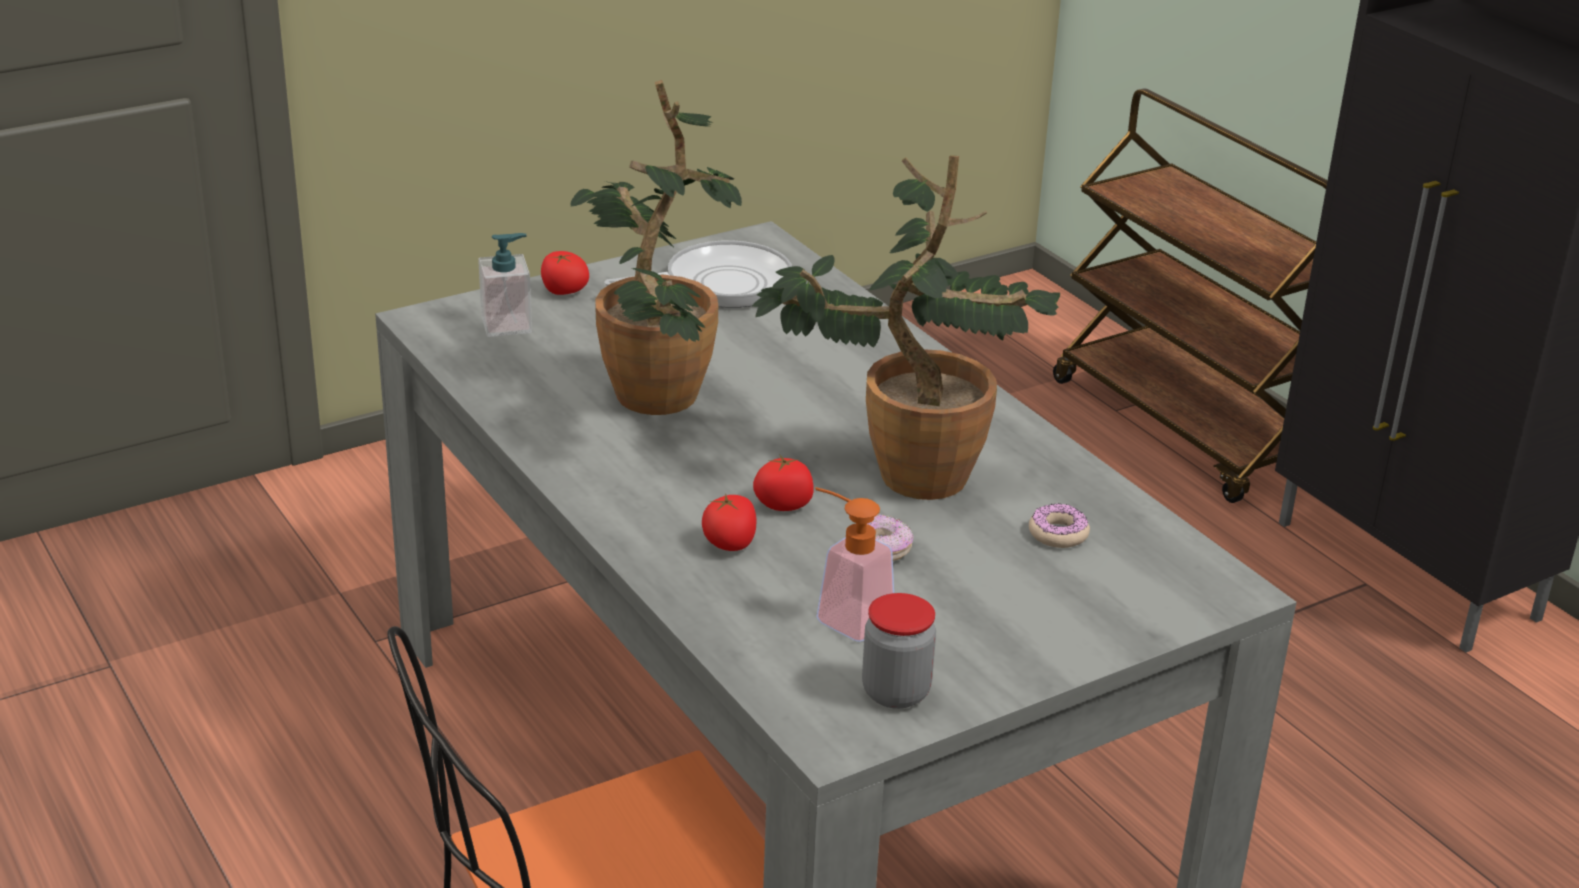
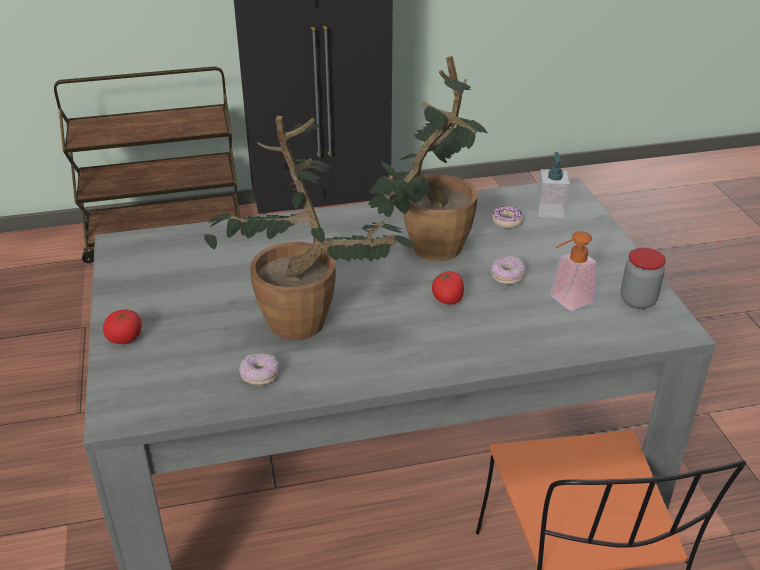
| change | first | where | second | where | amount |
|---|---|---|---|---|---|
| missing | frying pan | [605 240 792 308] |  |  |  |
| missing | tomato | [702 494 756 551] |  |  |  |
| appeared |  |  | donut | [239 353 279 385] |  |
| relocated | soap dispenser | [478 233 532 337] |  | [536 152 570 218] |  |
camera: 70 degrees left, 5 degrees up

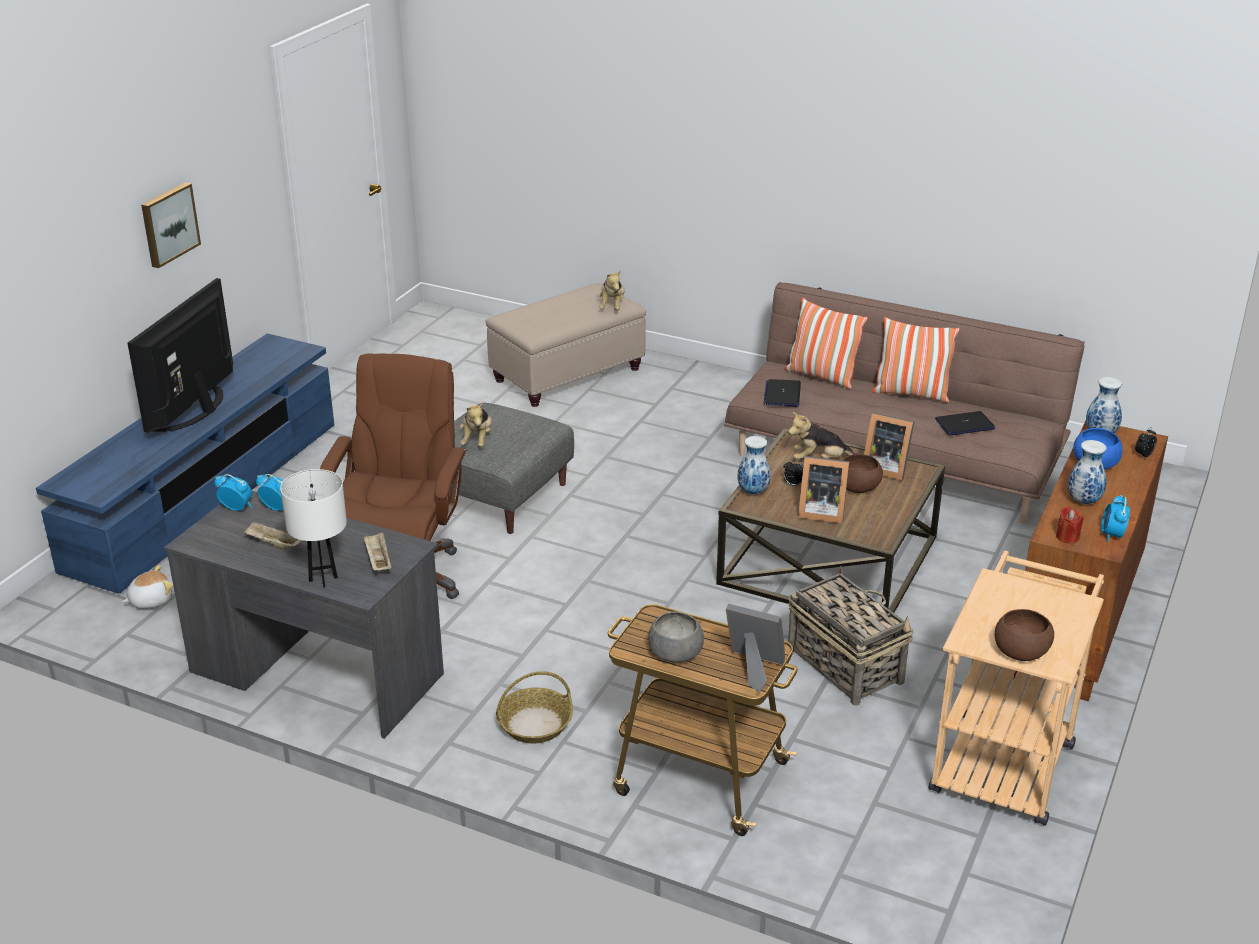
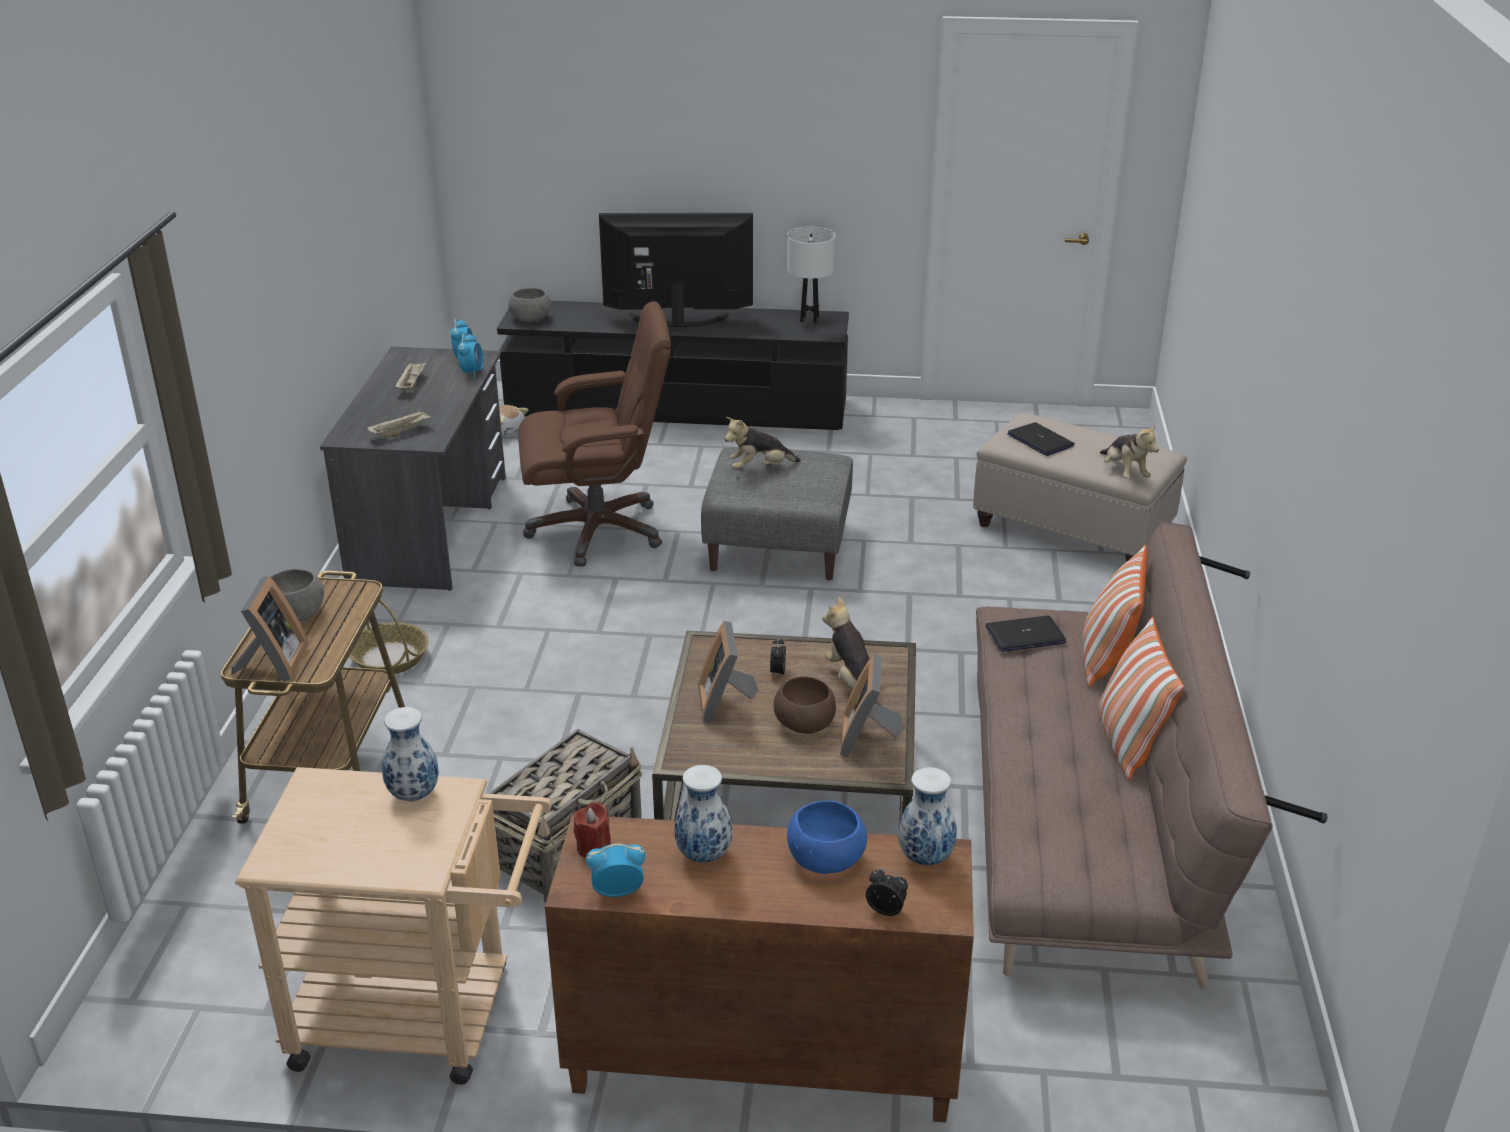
| change | first | where | second | where | amount |
|---|---|---|---|---|---|
| missing | picture | [141 182 201 268] |  |  |  |
| missing | bowl/brown | [995 609 1054 661] |  |  |  |
| appeared |  |  | bowl/grey | [508 288 551 322] |  |
| relocated | table lamp/white | [280 469 347 588] |  | [787 227 835 323] |  |
| relocated | vase | [737 436 771 494] |  | [382 707 439 801] |  |
| relocated | laptop | [935 411 995 435] |  | [1007 422 1075 456] |  |
| colour | tv stand/blue | [36 333 334 594] | tv stand/black | [497 301 849 430] |  |
| spun | plush toy | [597 270 625 310] |  | [1100 423 1159 479] | 90 degrees counterclockwise |
camera: 70 degrees right, 0 degrees up

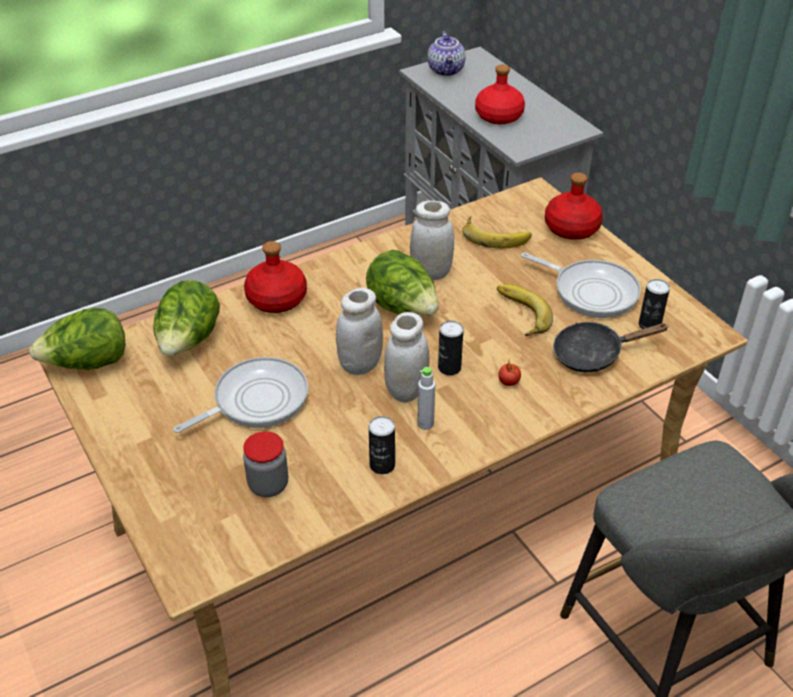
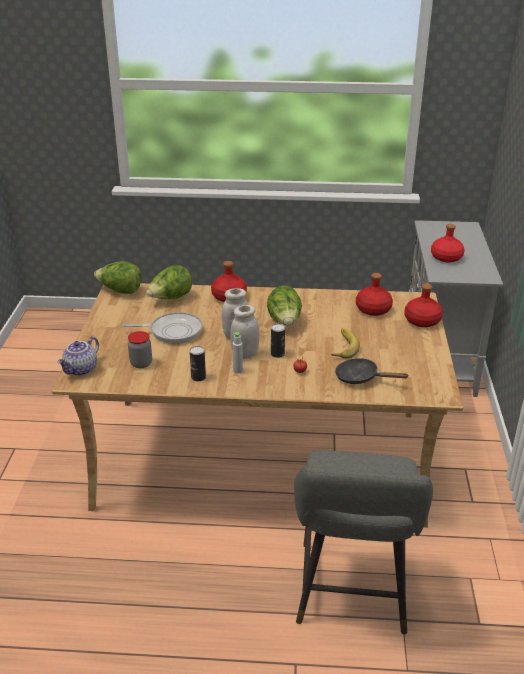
| change | first | where | second | where | amount |
|---|---|---|---|---|---|
| missing | jar/white | [410 201 454 280] |  |  |  |
| missing | frying pan | [521 252 641 318] |  |  |  |
| missing | can | [639 279 670 329] |  |  |  |
| relocated | teapot | [428 31 465 76] |  | [57 337 99 376] |  |
| exchanged | banana | [462 216 532 249] | bottle/red | [356 273 393 316] |  |
camera: 35 degrees right, 10 degrees down

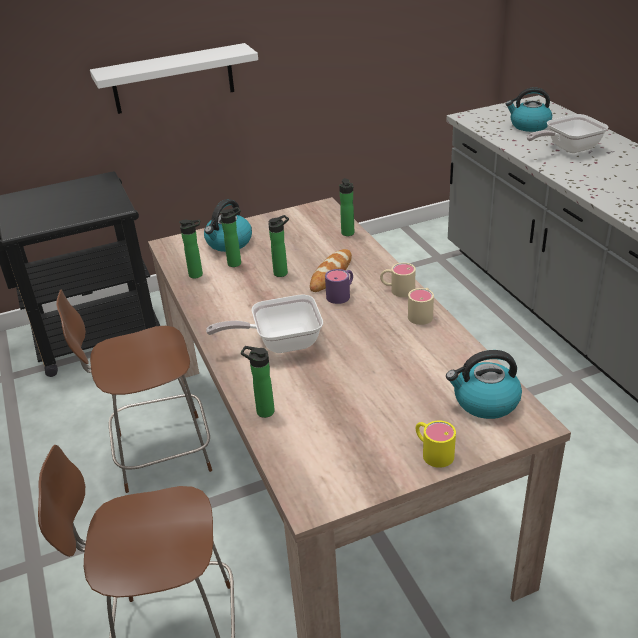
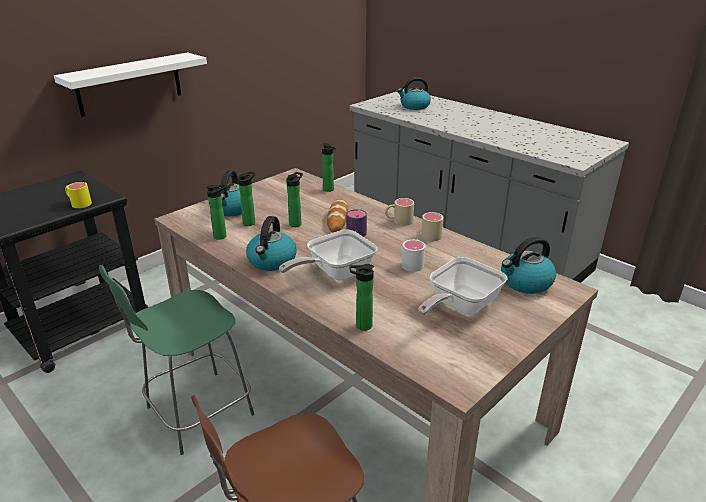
| change | first | where | second | where | amount |
|---|---|---|---|---|---|
| appeared |  |  | kettle | [246 216 297 271] |  |
| appeared |  |  | mug/white | [402 239 425 272] |  |
| relocated | mug/yellow | [416 421 456 468] |  | [65 182 92 208] |  |
| relocated | frying pan | [527 114 609 153] |  | [418 257 507 316] |  |
| colour | chair/brown | [56 289 212 493] | chair/green | [99 265 254 455] |  |
camera: 25 degrees left, 5 degrees down

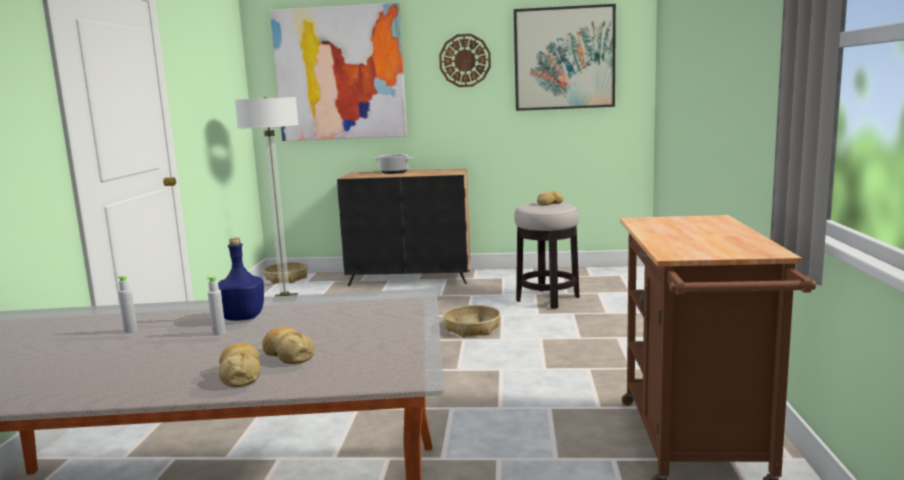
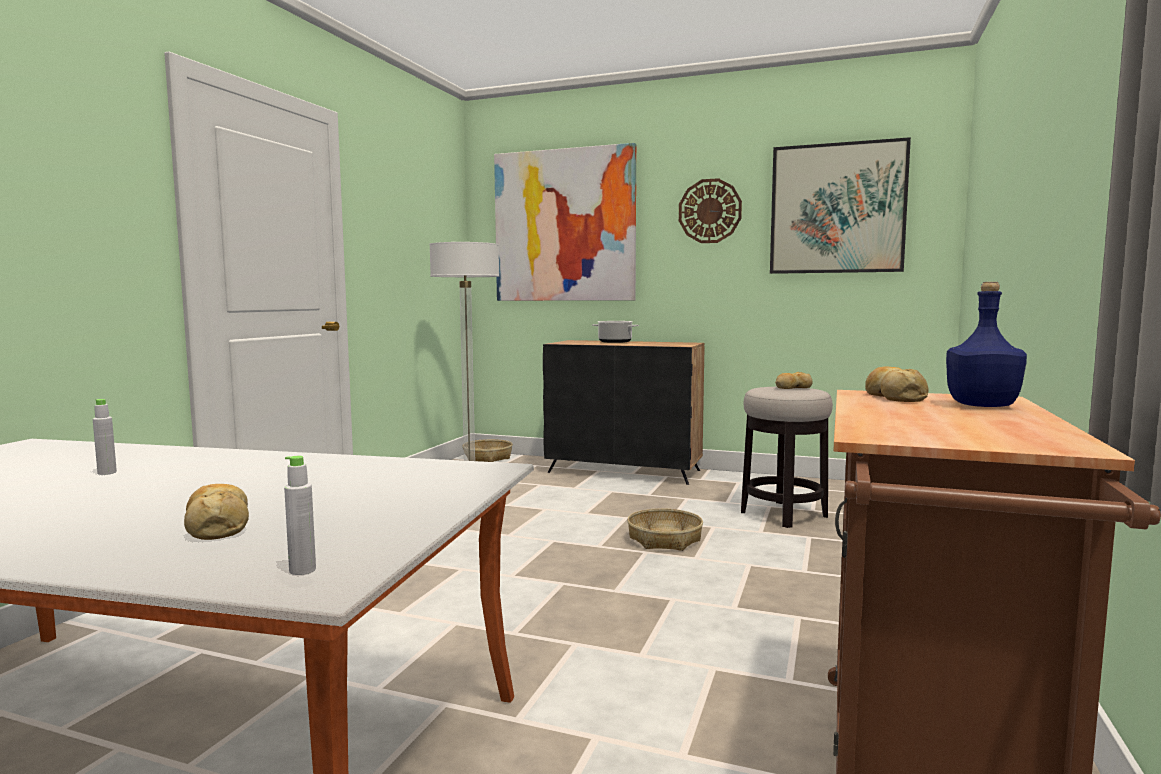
| change | first | where | second | where | amount |
|---|---|---|---|---|---|
| relocated | bottle/grey | [207 276 226 335] |  | [284 456 316 575] |  |
| relocated | bottle/blue | [218 237 264 321] |  | [946 282 1027 407] |  |
| relocated | bread | [219 344 261 387] |  | [865 366 929 402] |  |
camera: 15 degrees right, 5 degrees down

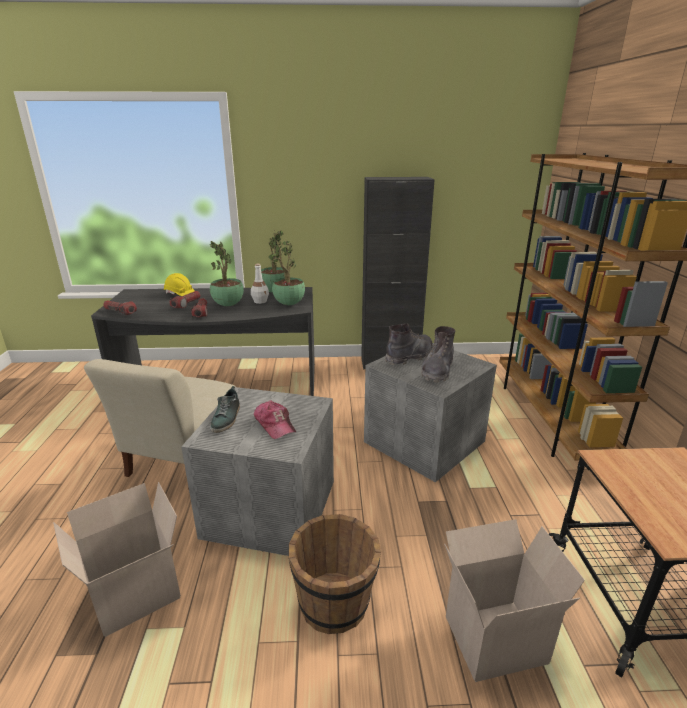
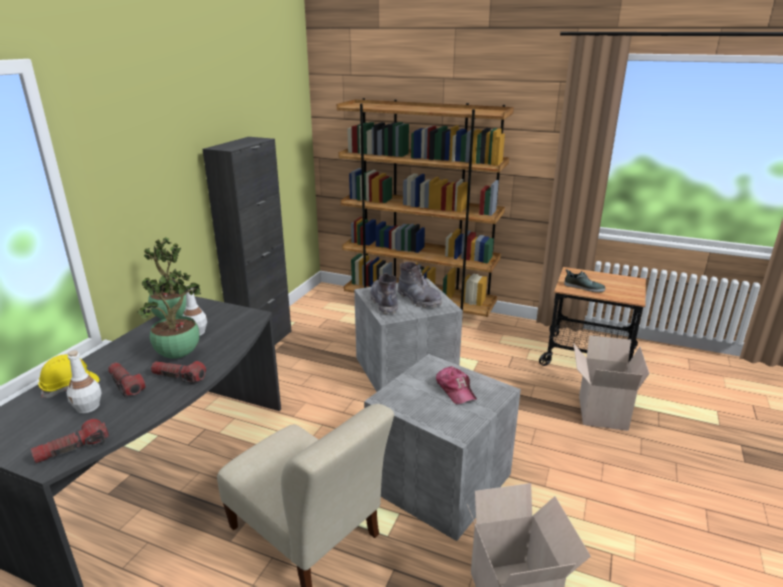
| change | first | where | second | where | amount |
|---|---|---|---|---|---|
| missing | potted plant | [269 240 305 305] |  |  |  |
| missing | bucket/brown | [289 514 381 635] |  |  |  |
| appeared |  |  | bottle/white | [67 350 102 413] |  |
| relocated | shoe | [210 386 240 433] |  | [564 269 606 292] |  |
| spun | cap | [254 400 296 439] |  | [436 366 477 404] | 75 degrees clockwise |
camera: 65 degrees left, 0 degrees up

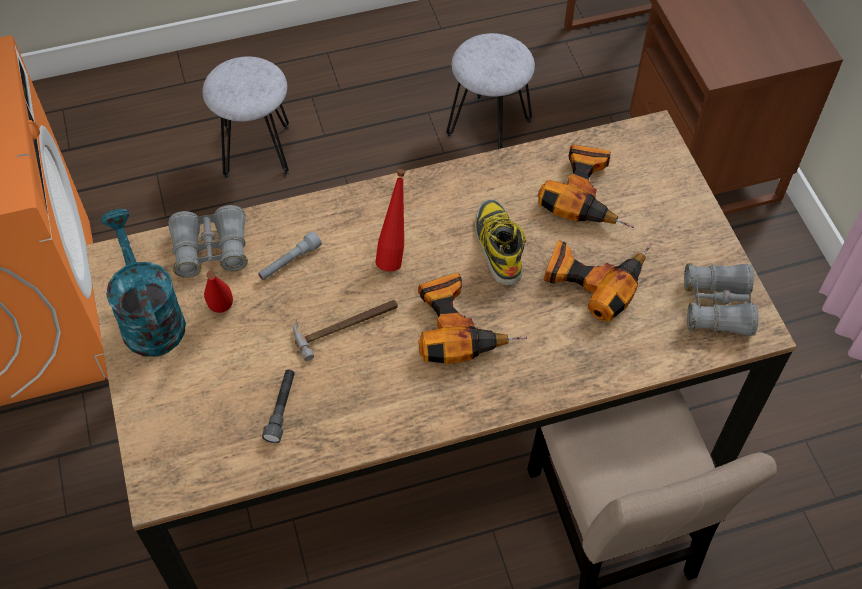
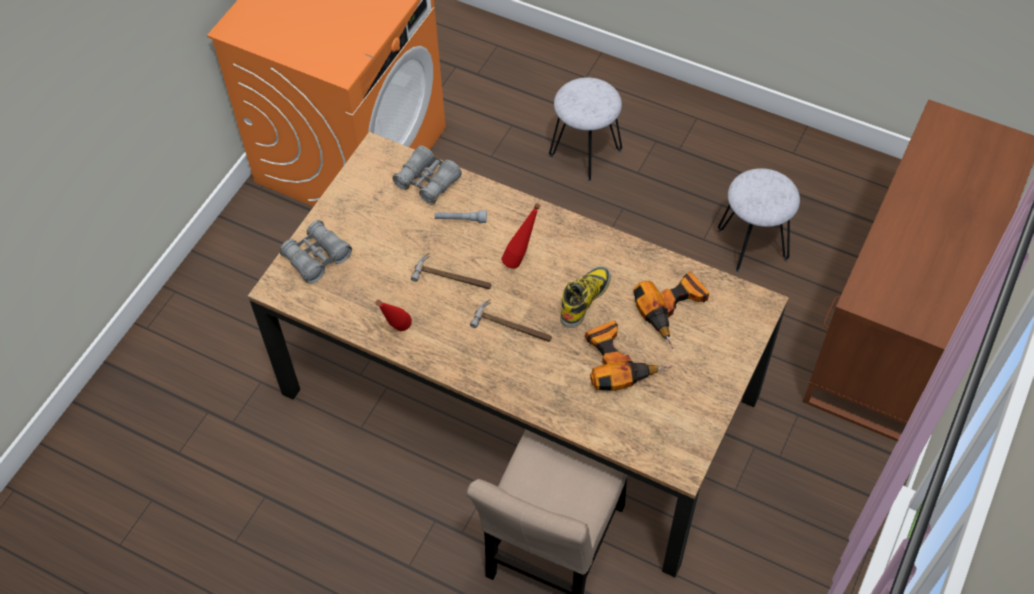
| change | first | where | second | where | amount |
|---|---|---|---|---|---|
| missing | watering can/turquoise | [101 209 186 357] |  |  |  |
| missing | flashlight/grey | [262 370 295 443] |  |  |  |
| relocated | bottle/red | [204 271 233 313] |  | [375 300 412 331] |  |
| relocated | binoculars/grey | [684 263 759 336] |  | [279 220 352 284] |  |
| exchanged | power drill | [418 273 528 364] | hammer | [470 299 552 342] |  |
camera: 45 degrees right, 0 degrees up

